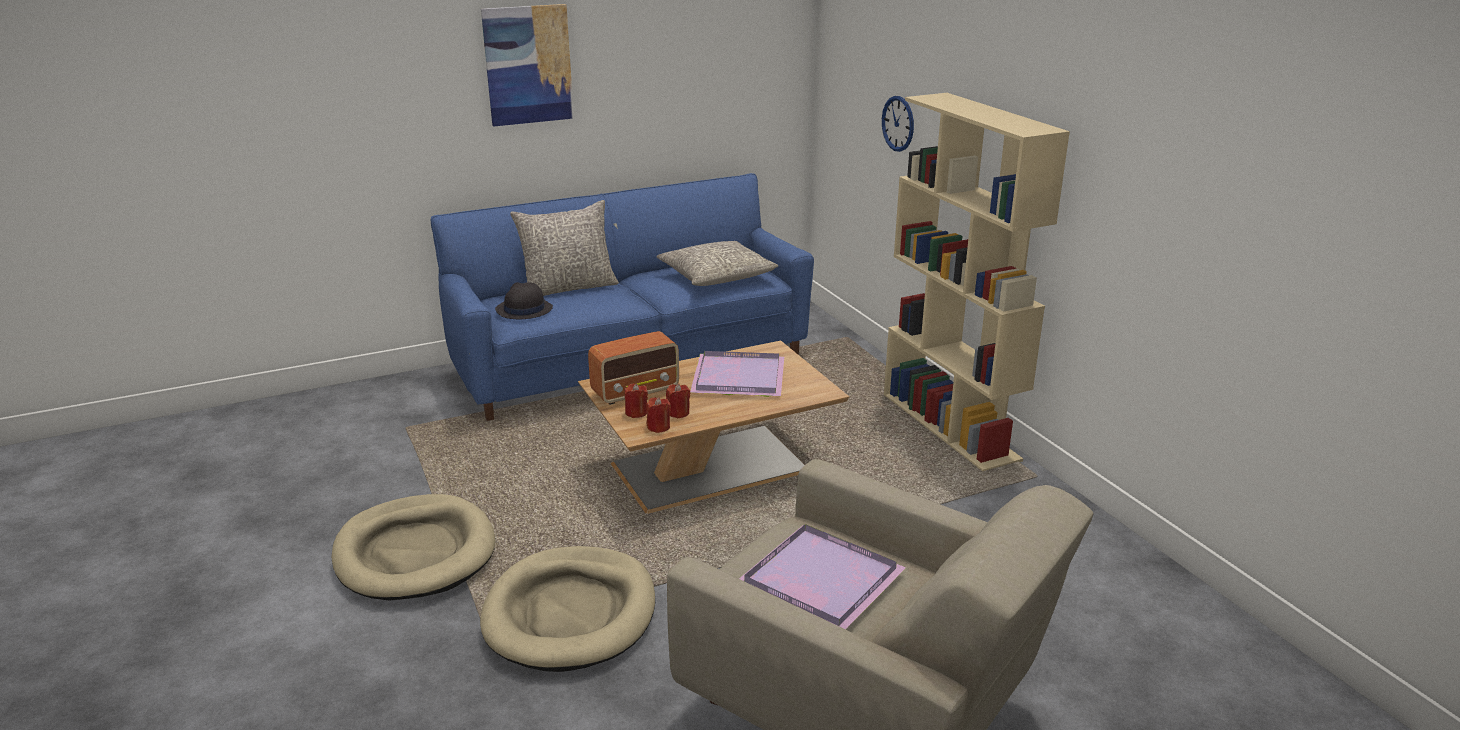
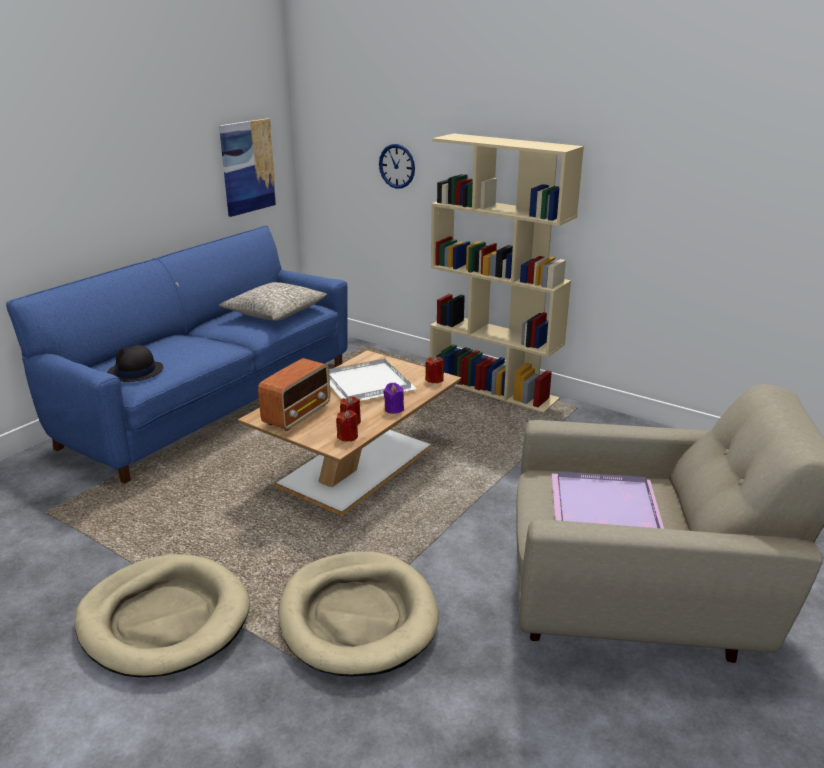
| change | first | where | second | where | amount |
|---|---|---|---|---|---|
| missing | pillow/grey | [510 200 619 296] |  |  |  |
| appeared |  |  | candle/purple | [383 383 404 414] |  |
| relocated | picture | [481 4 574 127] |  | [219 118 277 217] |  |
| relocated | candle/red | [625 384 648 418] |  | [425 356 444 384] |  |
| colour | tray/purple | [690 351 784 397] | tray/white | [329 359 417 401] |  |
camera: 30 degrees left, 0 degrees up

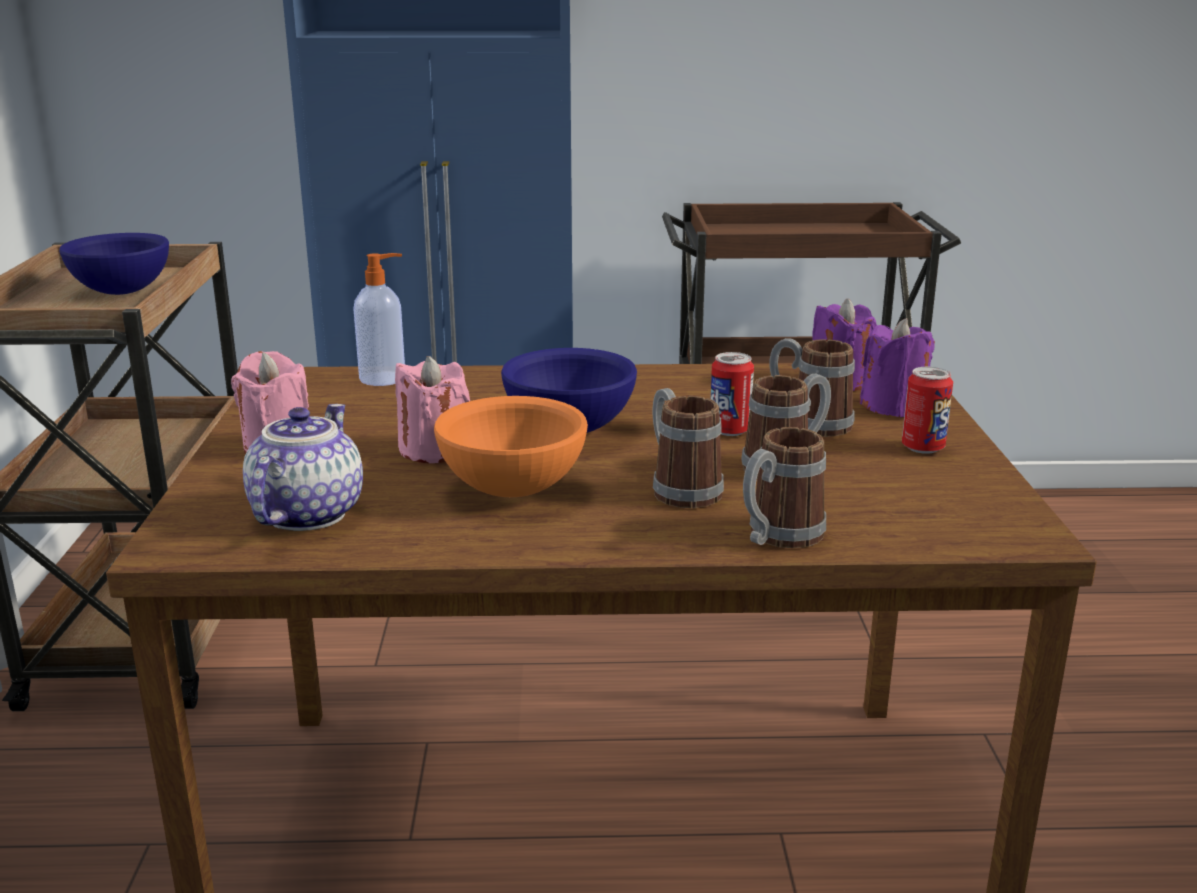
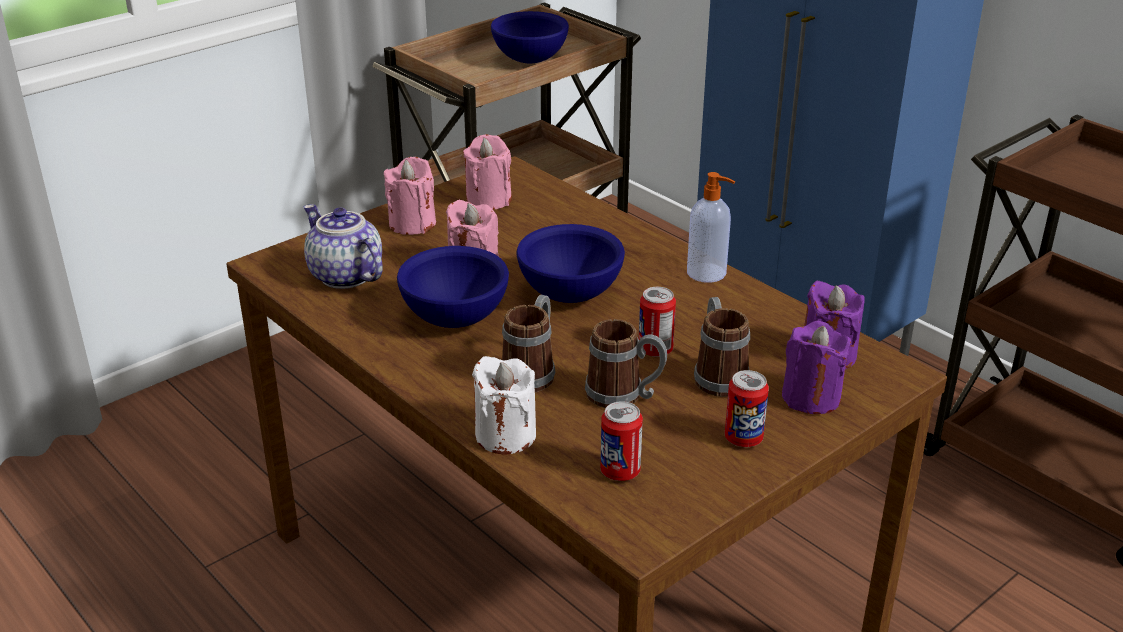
| change | first | where | second | where | amount |
|---|---|---|---|---|---|
| appeared |  |  | candle/pink | [463 134 512 210] |  |
| appeared |  |  | can | [600 401 643 481] |  |
| relocated | soap dispenser | [353 253 405 386] |  | [687 172 735 283] |  |
| exchanged | mug | [743 427 826 548] | candle/white | [472 356 536 455] |  |
| colour | bowl/orange | [434 396 588 497] | bowl/blue | [397 246 509 328] |  |
| spun | teapot | [243 404 363 531] |  | [304 204 383 289] | 105 degrees counterclockwise |
camera: 50 degrees right, 10 degrees up

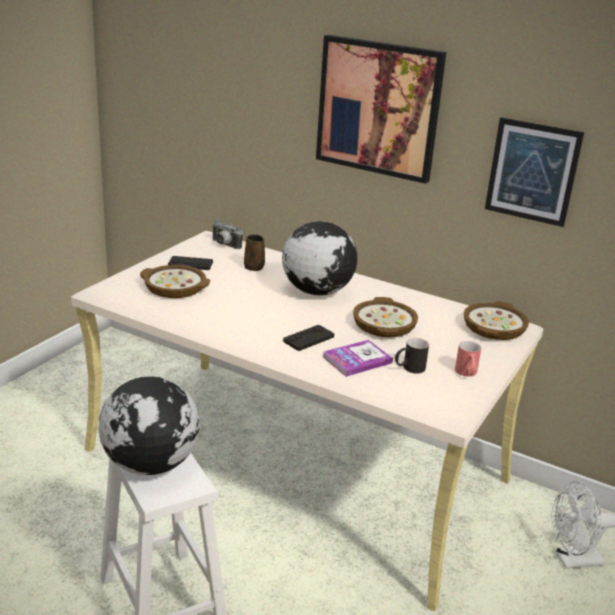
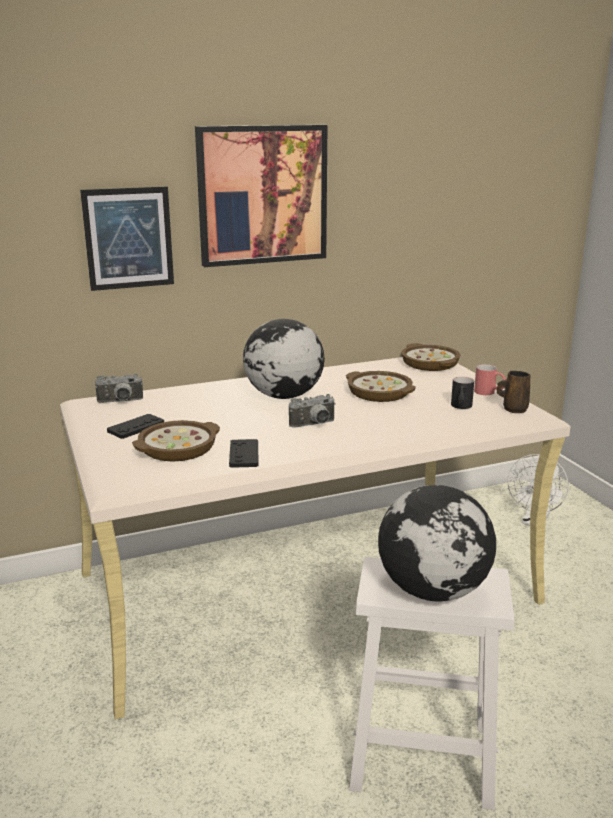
| change | first | where | second | where | amount |
|---|---|---|---|---|---|
| missing | book | [323 340 393 377] |  |  |  |
| appeared |  |  | photo camera | [289 394 336 427] |  |
| relocated | mug/brown | [244 234 265 271] |  | [497 371 531 413] |  |
| relocated | game controller/black | [283 325 334 351] |  | [229 439 259 468] |  |
| relocated | picture | [485 117 584 227] |  | [80 187 174 291] |  |
camera: 50 degrees left, 5 degrees down

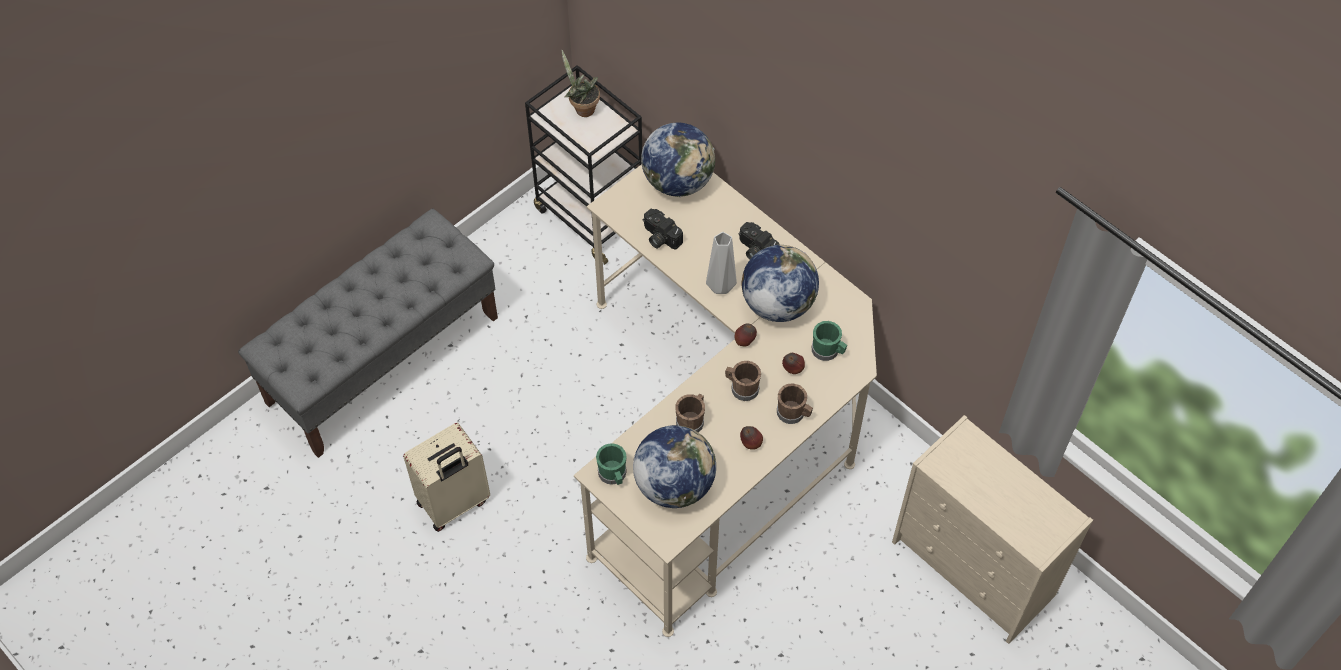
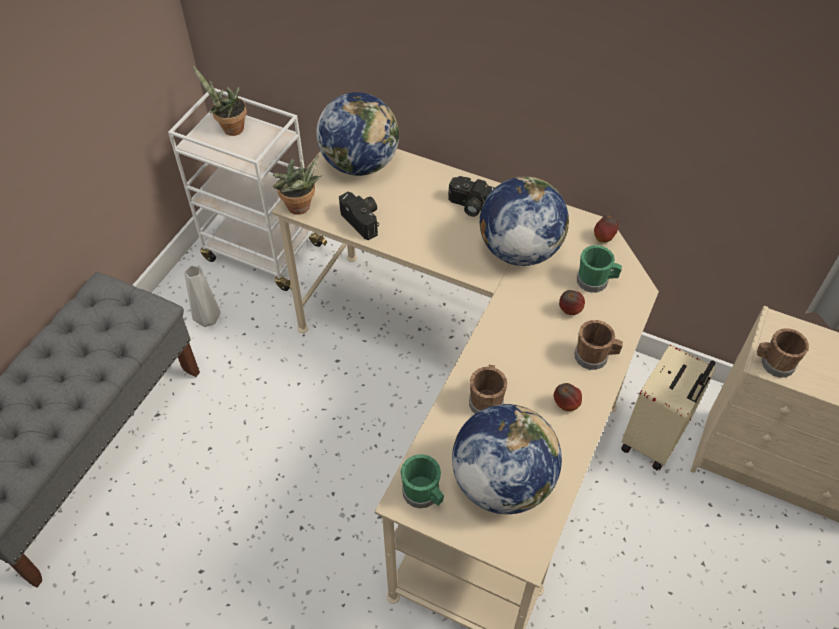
| change | first | where | second | where | amount |
|---|---|---|---|---|---|
| appeared |  |  | potted plant | [273 155 322 215] |  |
| relocated | suitcase/beige | [403 423 490 532] |  | [621 344 716 471] |  |
| relocated | vase/grey | [706 232 737 294] |  | [184 265 221 327] |  |
| relocated | mug/brown | [725 361 761 401] |  | [757 328 809 378] |  |
| relocated | apple | [734 323 757 346] |  | [594 215 618 243] |  |
| colour | cart/black | [525 65 642 265] | cart/white | [168 88 327 291] |  |
| spun | photo camera | [643 208 683 250] |  | [339 192 379 240] | 150 degrees counterclockwise |
camera: 20 degrees left, 5 degrees down

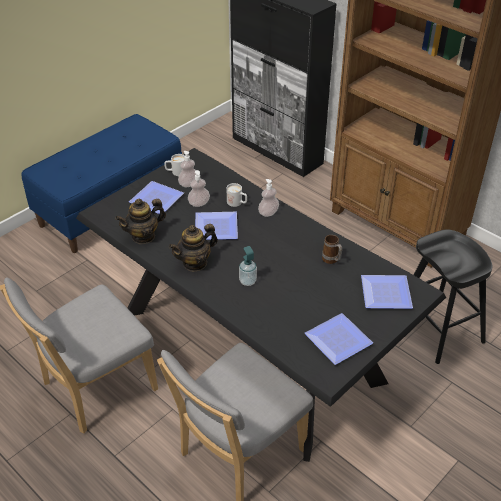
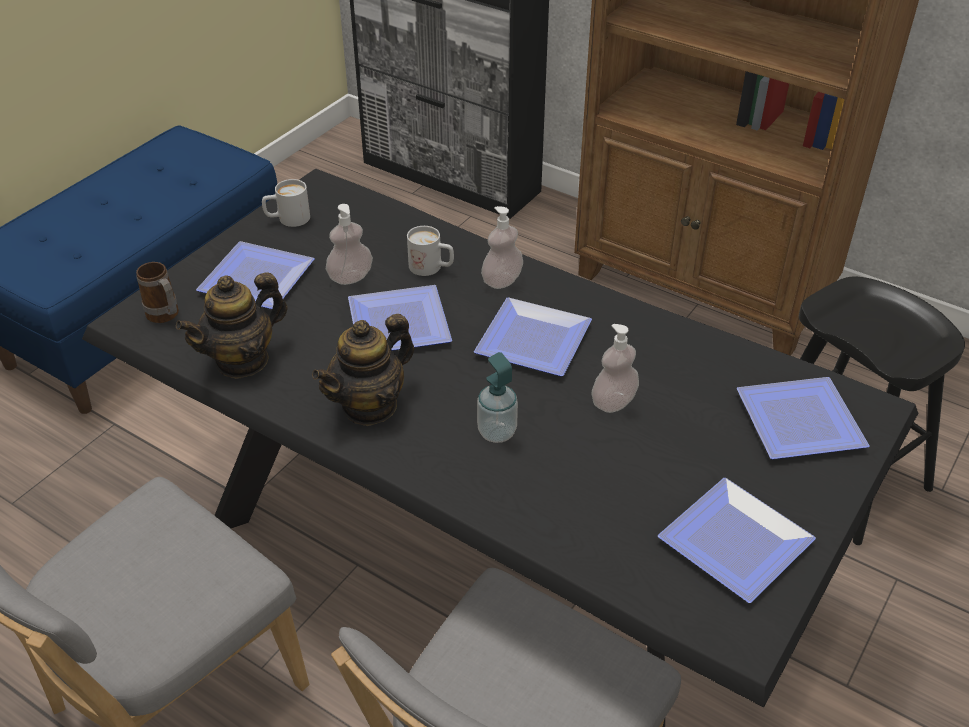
| change | first | where | second | where | amount |
|---|---|---|---|---|---|
| appeared |  |  | plate | [474 297 592 376] |  |
| relocated | soap dispenser | [178 151 196 187] |  | [591 324 639 413] |  |
| relocated | mug | [322 235 342 264] |  | [136 262 179 323] |  |
camera: 10 degrees left, 0 degrees up

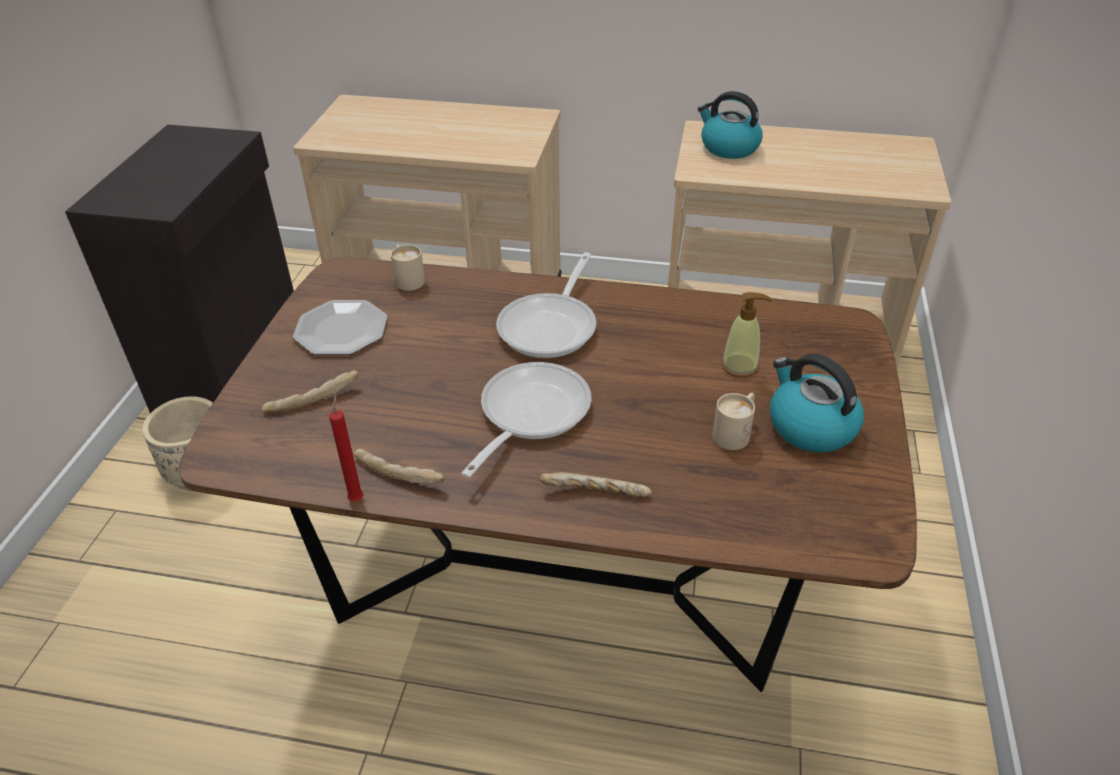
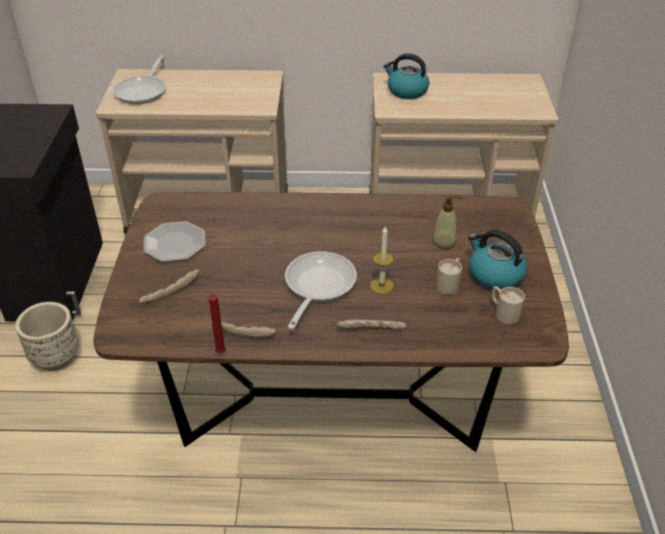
| change | first | where | second | where | amount |
|---|---|---|---|---|---|
| appeared |  |  | candle | [370 226 394 294] |  |
| relocated | mug/beige | [391 244 425 291] |  | [492 286 525 324] |  |
| relocated | frying pan | [496 252 596 358] |  | [113 55 166 104] |  |
camera: 10 degrees left, 0 degrees up

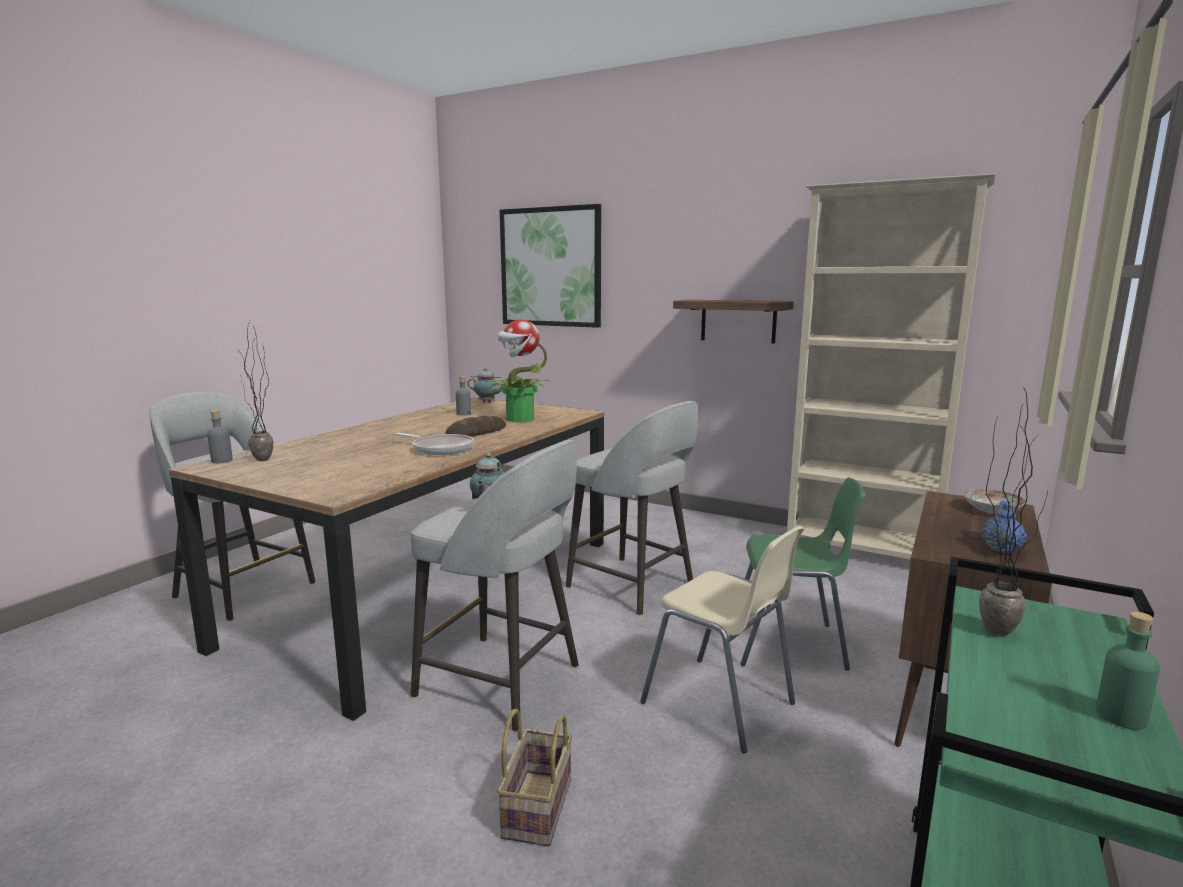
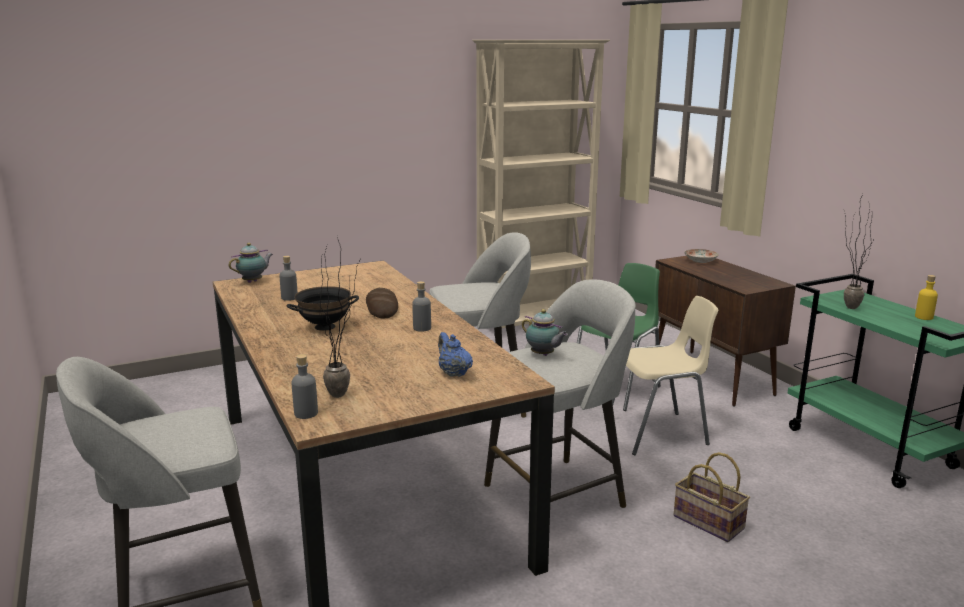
| change | first | where | second | where | amount |
|---|---|---|---|---|---|
| missing | potted plant | [487 319 549 422] |  |  |  |
| missing | picture | [500 204 601 328] |  |  |  |
| missing | shelf | [673 300 794 344] |  |  |  |
| appeared |  |  | bowl/black | [287 286 359 331] |  |
| relocated | teapot/blue | [982 501 1027 553] |  | [438 332 473 377] |  |
| exchanged | frying pan | [395 433 474 455] | bottle/grey | [412 281 431 332] |  |
| colour | bottle/green | [1096 611 1160 730] | bottle/yellow | [915 275 938 320] |  |
camera: 55 degrees left, 5 degrees up

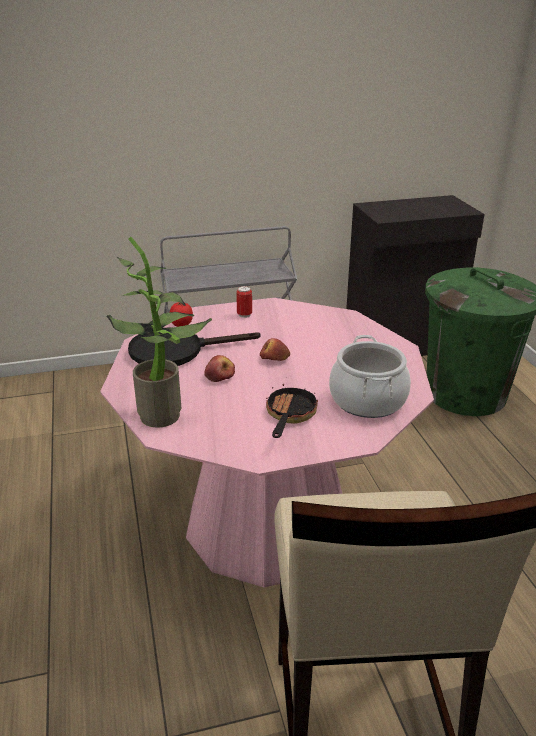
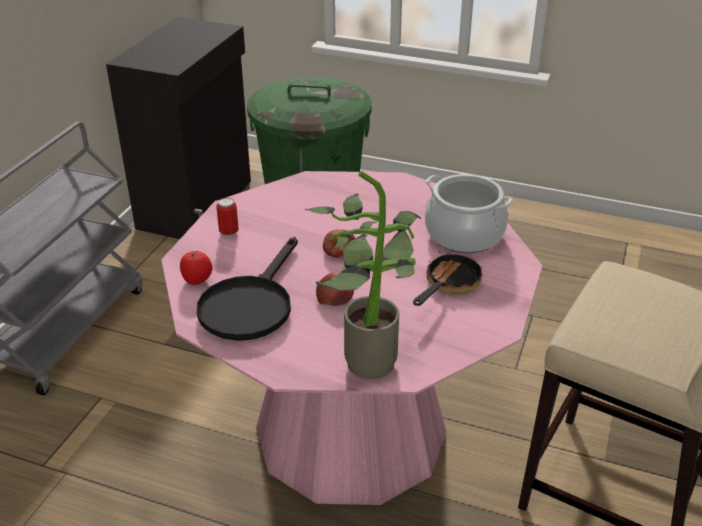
| change | first | where | second | where | amount |
|---|---|---|---|---|---|
| spun | frying pan | [266 384 318 438] |  | [413 250 483 306] | 75 degrees clockwise |
camera: 55 degrees left, 5 degrees up

